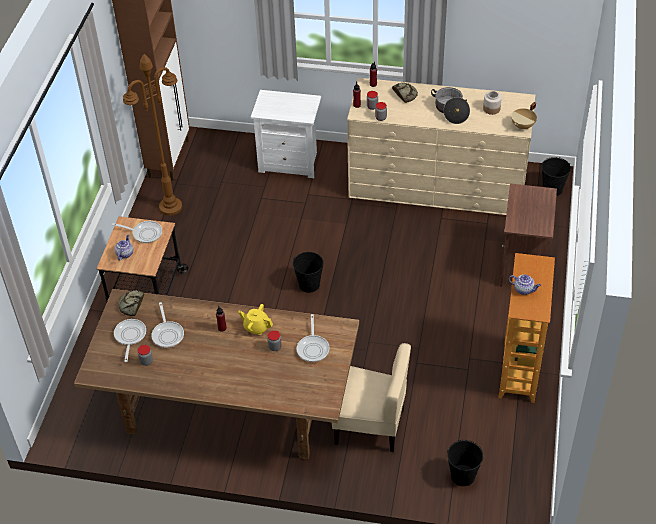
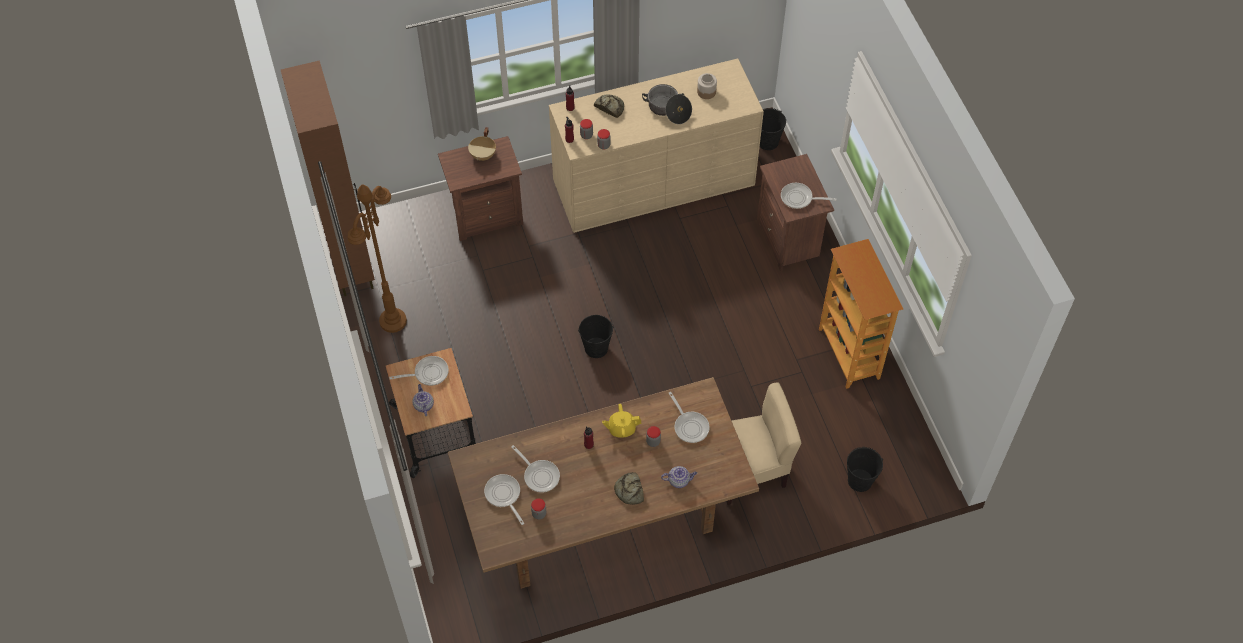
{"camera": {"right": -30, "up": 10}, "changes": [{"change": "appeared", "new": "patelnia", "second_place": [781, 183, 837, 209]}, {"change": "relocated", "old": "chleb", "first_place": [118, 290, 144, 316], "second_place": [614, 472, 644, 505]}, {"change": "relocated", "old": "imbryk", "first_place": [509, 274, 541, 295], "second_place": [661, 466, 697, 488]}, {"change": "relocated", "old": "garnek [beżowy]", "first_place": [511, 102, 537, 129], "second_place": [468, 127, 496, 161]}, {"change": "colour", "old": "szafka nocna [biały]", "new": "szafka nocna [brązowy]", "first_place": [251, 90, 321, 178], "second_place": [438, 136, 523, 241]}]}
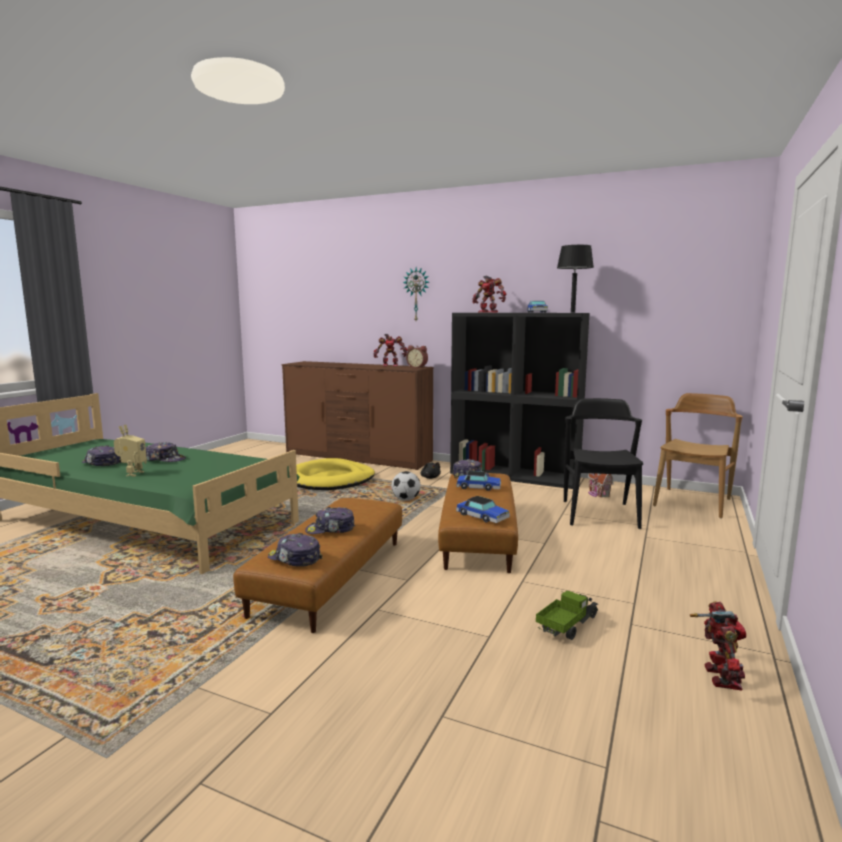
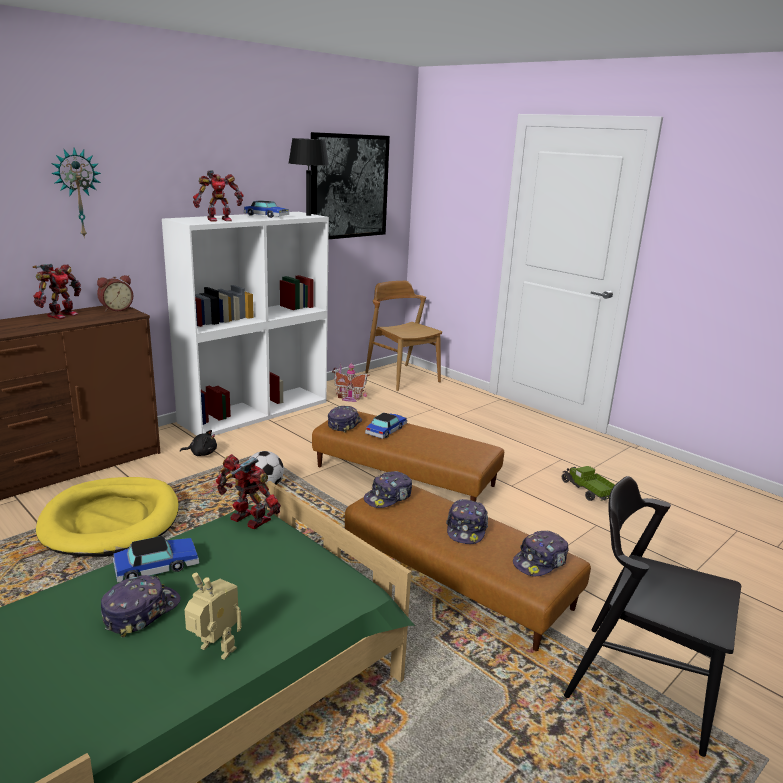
{"camera": {"right": -70, "up": 10}, "changes": [{"change": "appeared", "new": "obraz", "second_place": [311, 132, 390, 239]}, {"change": "relocated", "old": "czapka z daszkiem", "first_place": [81, 445, 122, 466], "second_place": [364, 471, 412, 508]}, {"change": "relocated", "old": "samochodzik", "first_place": [456, 496, 510, 523], "second_place": [113, 536, 199, 582]}, {"change": "relocated", "old": "krzesło [czarny]", "first_place": [564, 398, 643, 529], "second_place": [564, 476, 741, 757]}, {"change": "relocated", "old": "robot zabawkowy", "first_place": [690, 601, 746, 691], "second_place": [216, 454, 281, 529]}, {"change": "colour", "old": "regał [czarny]", "new": "regał [biały]", "first_place": [450, 313, 589, 489], "second_place": [162, 212, 329, 436]}]}
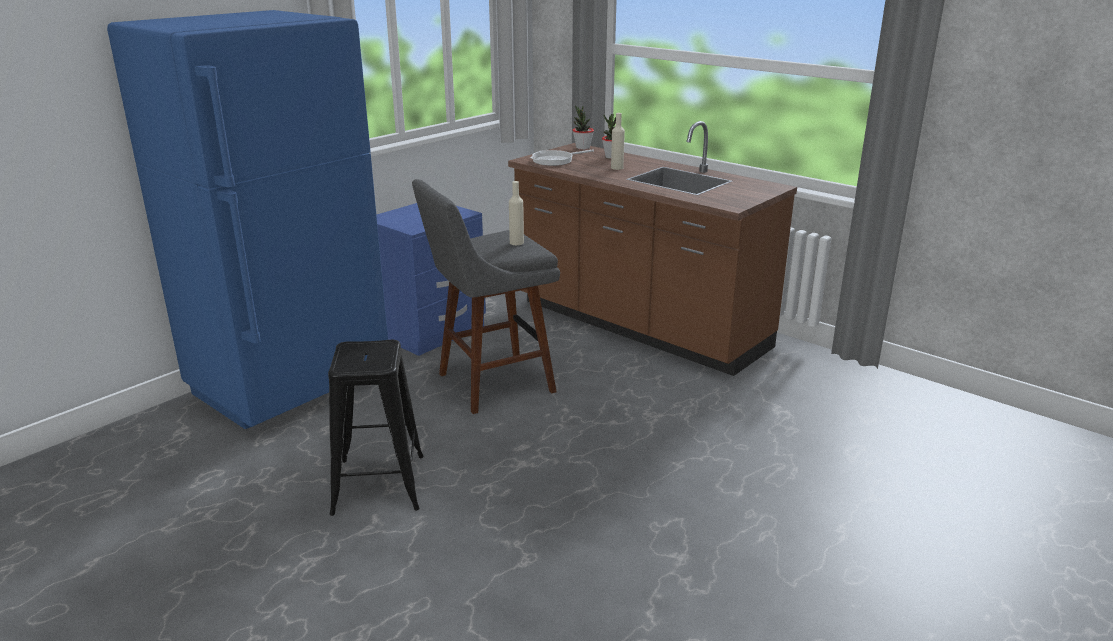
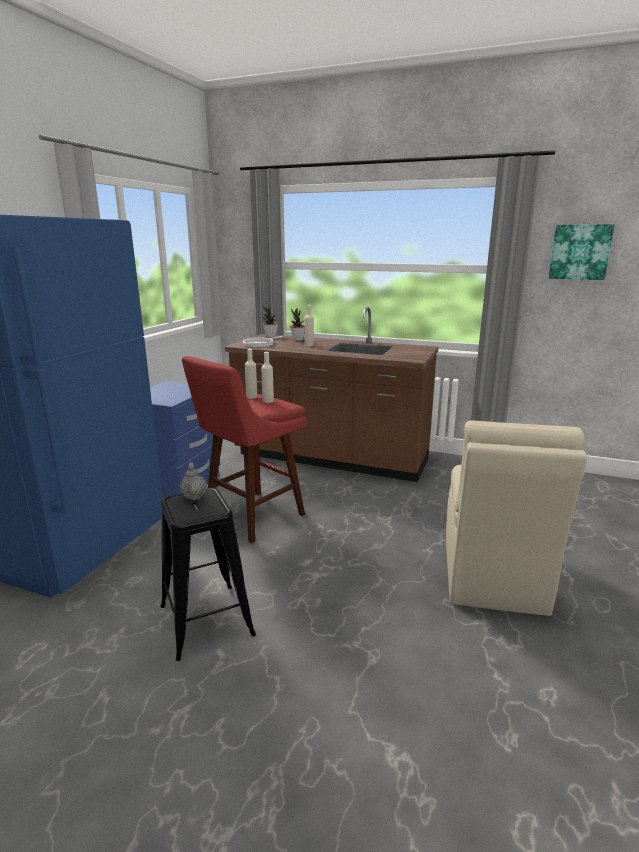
{"camera": {"right": -20, "up": -5}, "changes": [{"change": "appeared", "new": "imbryk [szary]", "second_place": [180, 462, 207, 500]}, {"change": "appeared", "new": "butelka [beżowy]", "second_place": [245, 349, 257, 399]}, {"change": "appeared", "new": "krzesło [beżowy]", "second_place": [446, 420, 588, 616]}, {"change": "appeared", "new": "obraz", "second_place": [548, 224, 615, 280]}, {"change": "colour", "old": "stołek [szary]", "new": "stołek [czerwony]", "first_place": [412, 179, 560, 414], "second_place": [182, 356, 307, 543]}]}
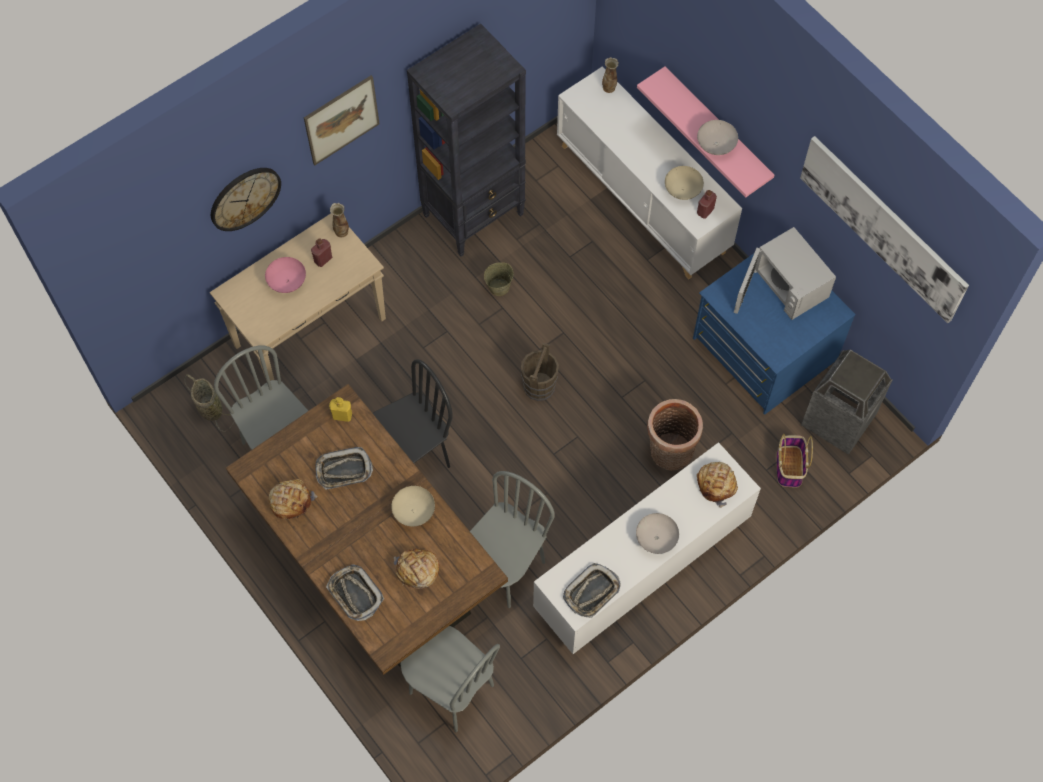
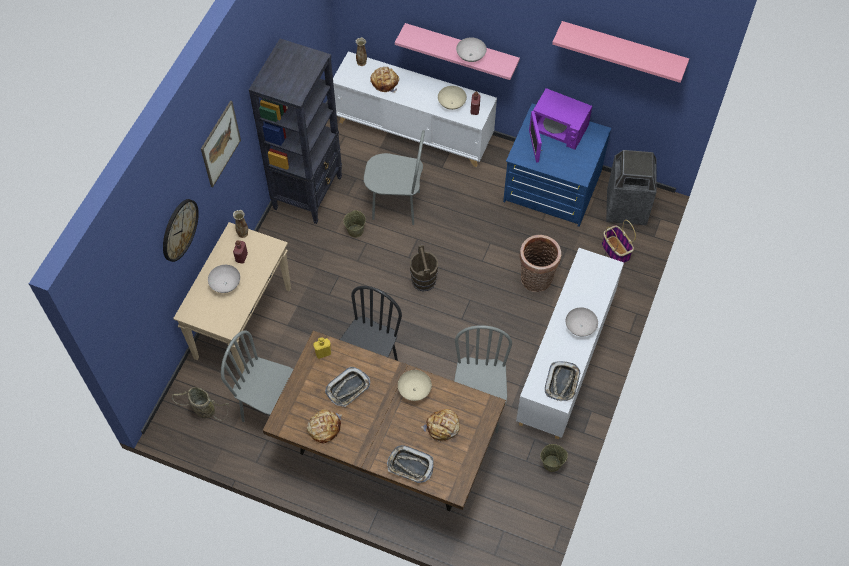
{"camera": {"right": -30, "up": -5}, "changes": [{"change": "appeared", "new": "wiadro [beżowy]", "second_place": [540, 444, 568, 472]}, {"change": "relocated", "old": "krzesło [szary]", "first_place": [400, 626, 500, 732], "second_place": [364, 130, 425, 225]}, {"change": "relocated", "old": "chleb", "first_place": [697, 462, 738, 508], "second_place": [370, 67, 399, 93]}, {"change": "exchanged", "old": "obraz", "new": "półka [różowy]", "first_place": [800, 136, 969, 323], "second_place": [552, 21, 689, 83]}, {"change": "colour", "old": "miska [różowy]", "new": "miska [biały]", "first_place": [265, 257, 306, 293], "second_place": [208, 265, 240, 293]}, {"change": "colour", "old": "mikrofalówka [biały]", "new": "mikrofalówka [fioletowy]", "first_place": [734, 227, 836, 320], "second_place": [529, 88, 592, 163]}]}
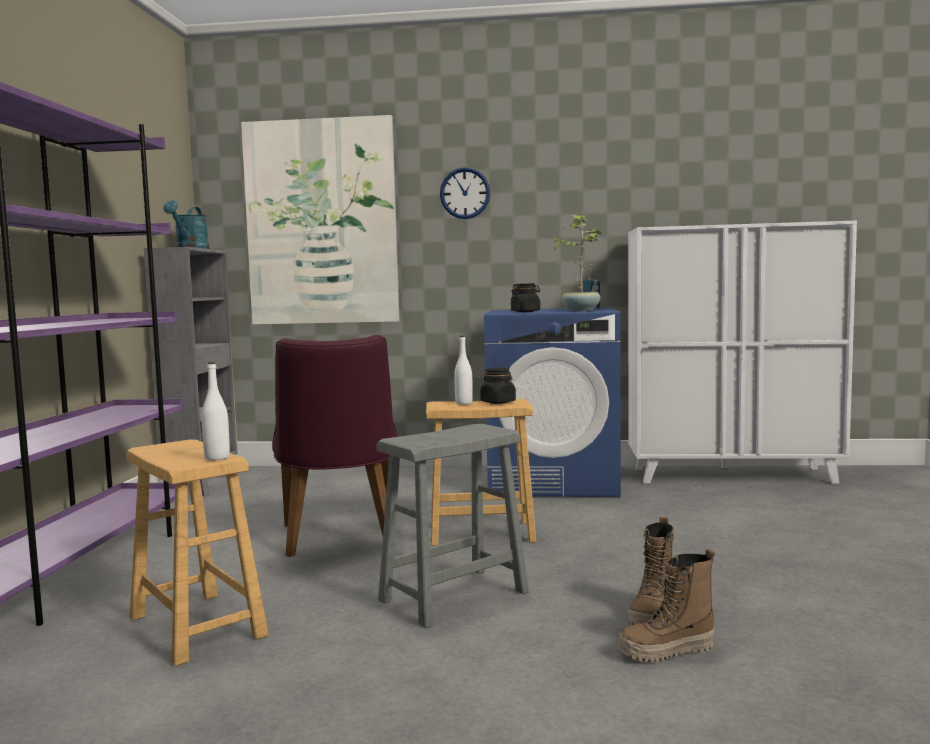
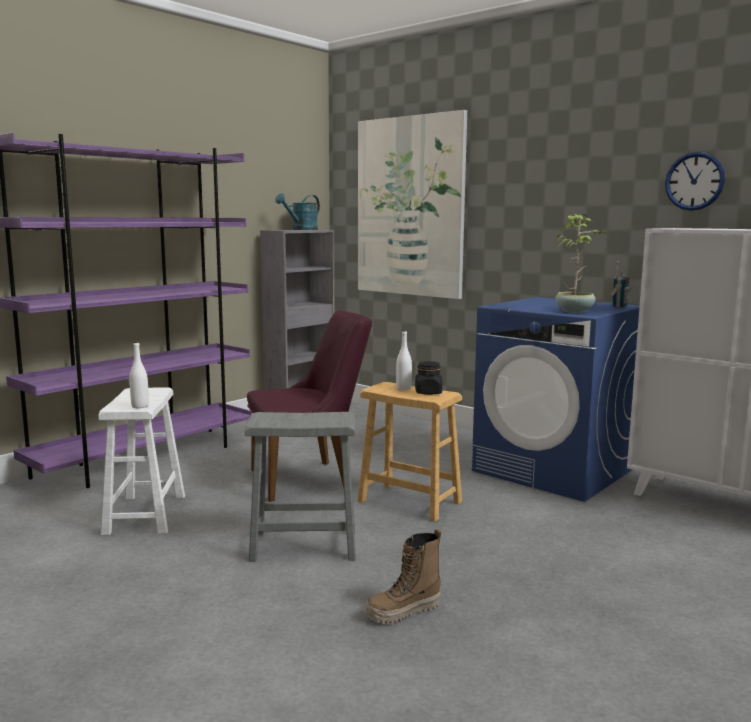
{"camera": {"right": 35, "up": 5}, "changes": [{"change": "missing", "old": "słoik [czarny]", "first_place": [511, 283, 540, 312]}, {"change": "missing", "old": "but z cholewką", "first_place": [619, 549, 715, 662]}, {"change": "relocated", "old": "zegar ścienny", "first_place": [440, 167, 490, 219], "second_place": [665, 152, 725, 211]}, {"change": "colour", "old": "stołek [brązowy]", "new": "stołek [biały]", "first_place": [126, 440, 269, 666], "second_place": [98, 387, 185, 535]}, {"change": "spun", "old": "krzesło [fioletowy]", "first_place": [272, 335, 397, 557], "second_place": [247, 310, 372, 502], "degrees": -135}]}
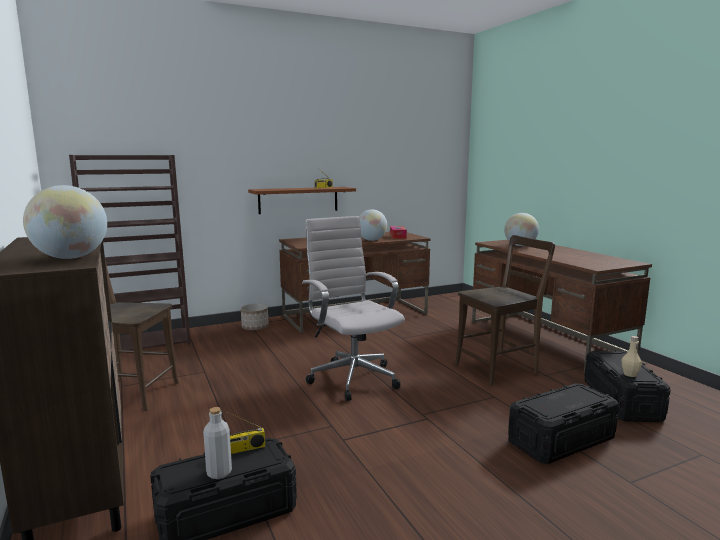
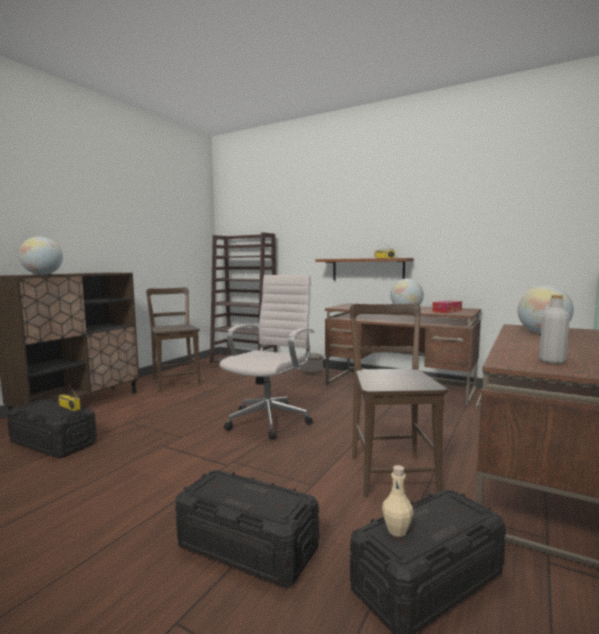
{"camera": {"right": 55, "up": -5}, "changes": [{"change": "relocated", "old": "butelka [szary]", "first_place": [203, 407, 232, 479], "second_place": [539, 295, 570, 364]}, {"change": "spun", "old": "krzesło [brązowy]", "first_place": [455, 235, 555, 386], "second_place": [350, 303, 447, 498], "degrees": -120}]}
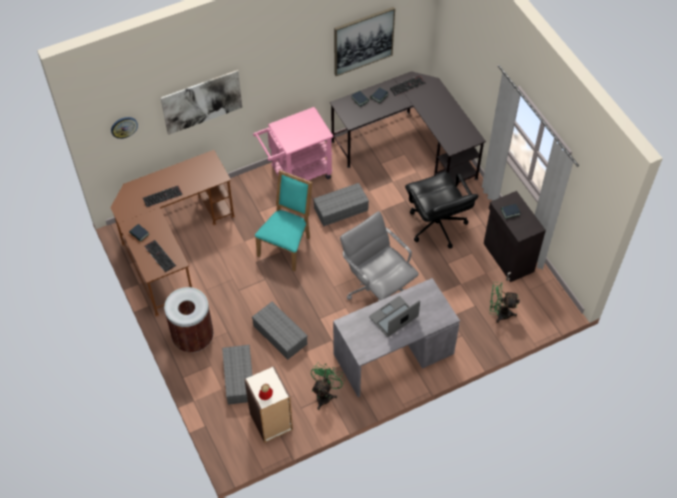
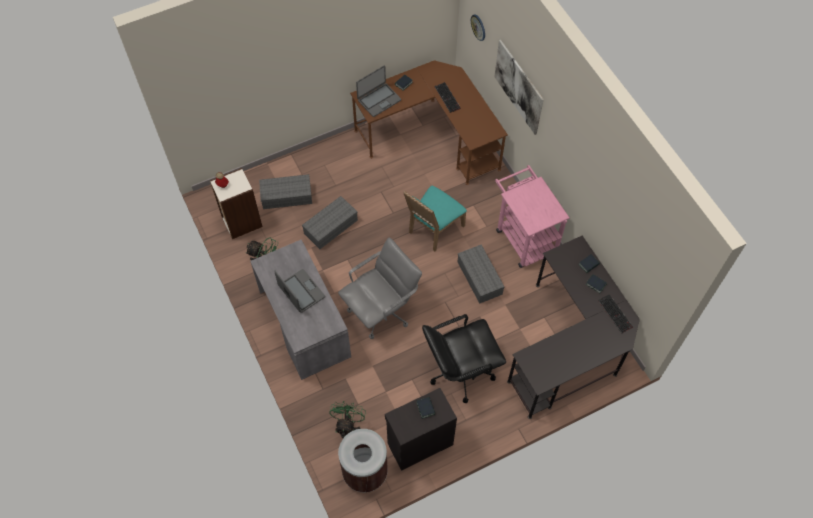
{"camera": {"right": 90, "up": 5}, "changes": [{"change": "missing", "old": "obraz", "first_place": [334, 7, 395, 76]}, {"change": "relocated", "old": "kosz na śmieci [brązowy]", "first_place": [164, 287, 214, 352], "second_place": [338, 429, 388, 493]}, {"change": "exchanged", "old": "klawiatura", "new": "laptop", "first_place": [144, 240, 176, 272], "second_place": [356, 65, 401, 117]}, {"change": "spun", "old": "krzesło [turkusowy]", "first_place": [255, 170, 312, 271], "second_place": [403, 186, 467, 251], "degrees": 105}]}
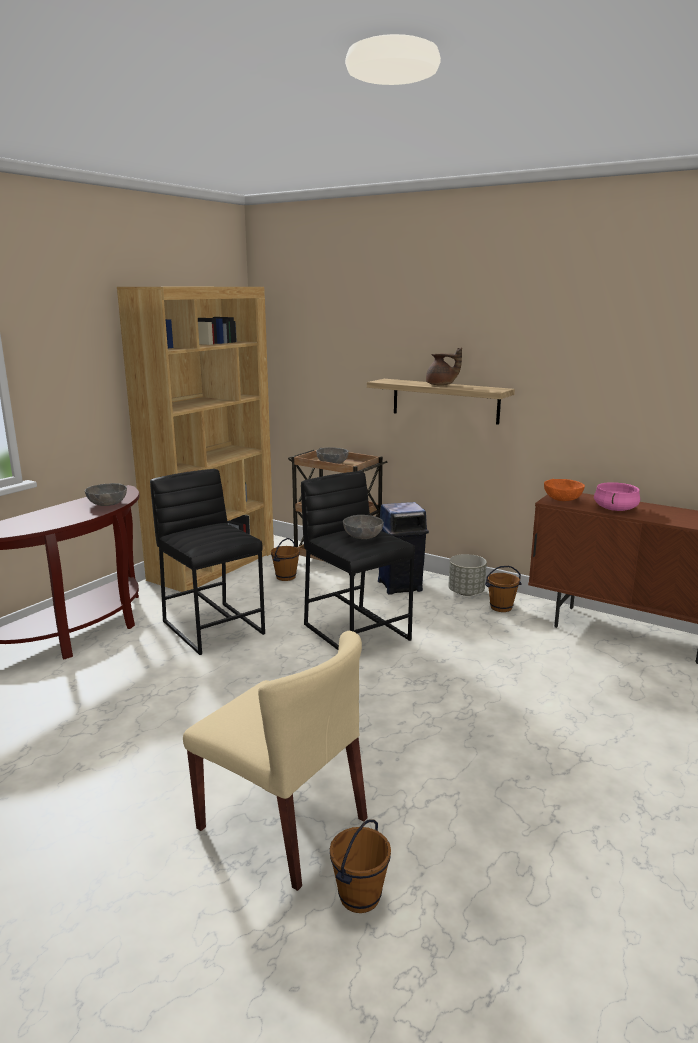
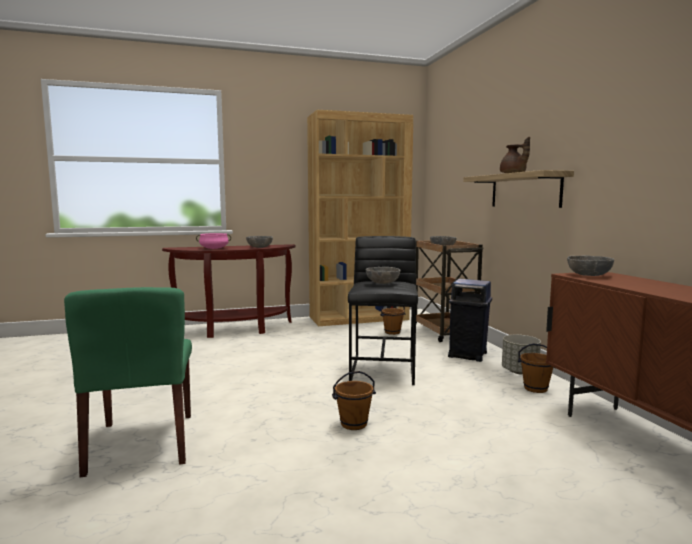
{"camera": {"right": 40, "up": -10}, "changes": [{"change": "missing", "old": "stołek [czarny]", "first_place": [150, 469, 265, 655]}, {"change": "relocated", "old": "wiadro [brązowy]", "first_place": [330, 820, 391, 913], "second_place": [332, 371, 376, 430]}, {"change": "relocated", "old": "garnek [różowy]", "first_place": [594, 482, 640, 511], "second_place": [196, 233, 231, 249]}, {"change": "colour", "old": "krzesło [beżowy]", "new": "krzesło [zielony]", "first_place": [183, 631, 368, 891], "second_place": [64, 287, 192, 477]}, {"change": "colour", "old": "miska [pomarańczowy]", "new": "miska [szary]", "first_place": [544, 479, 585, 501], "second_place": [567, 255, 614, 276]}]}
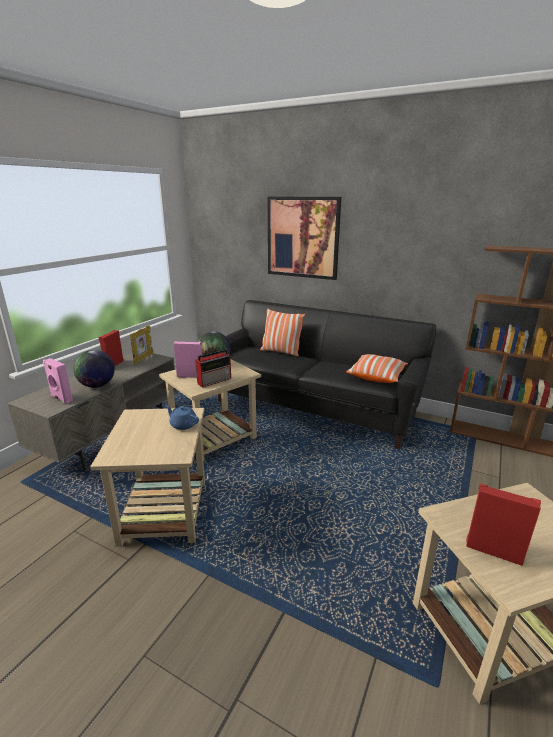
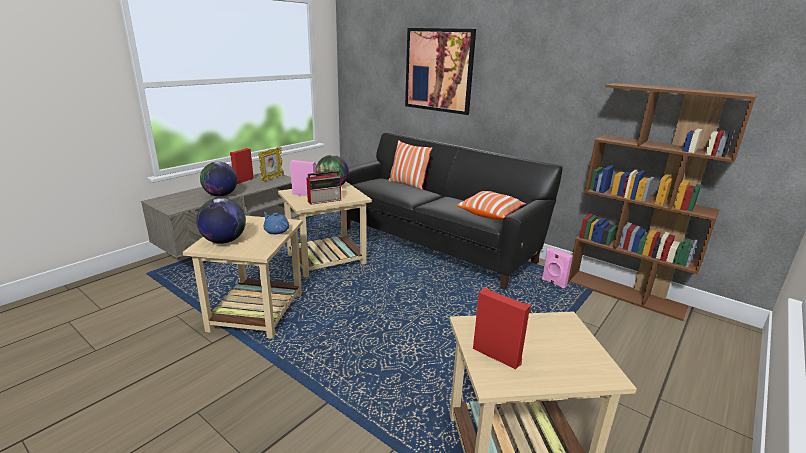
{"camera": {"right": 10, "up": 0}, "changes": [{"change": "appeared", "new": "globus", "second_place": [196, 198, 246, 244]}, {"change": "relocated", "old": "głośnik [różowy]", "first_place": [43, 358, 73, 404], "second_place": [542, 248, 573, 288]}]}
